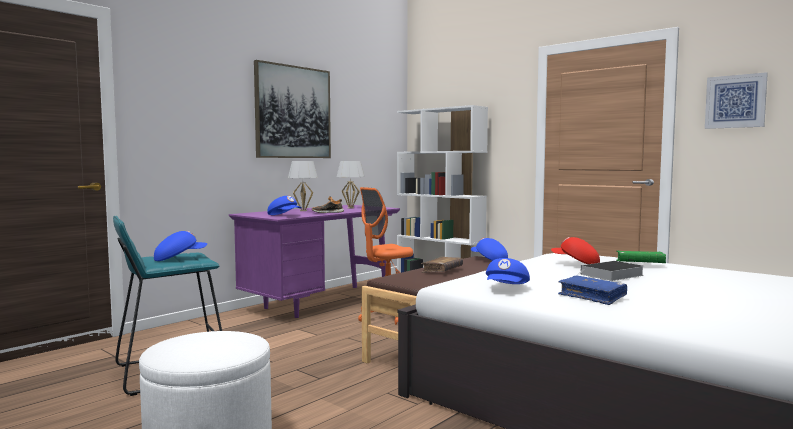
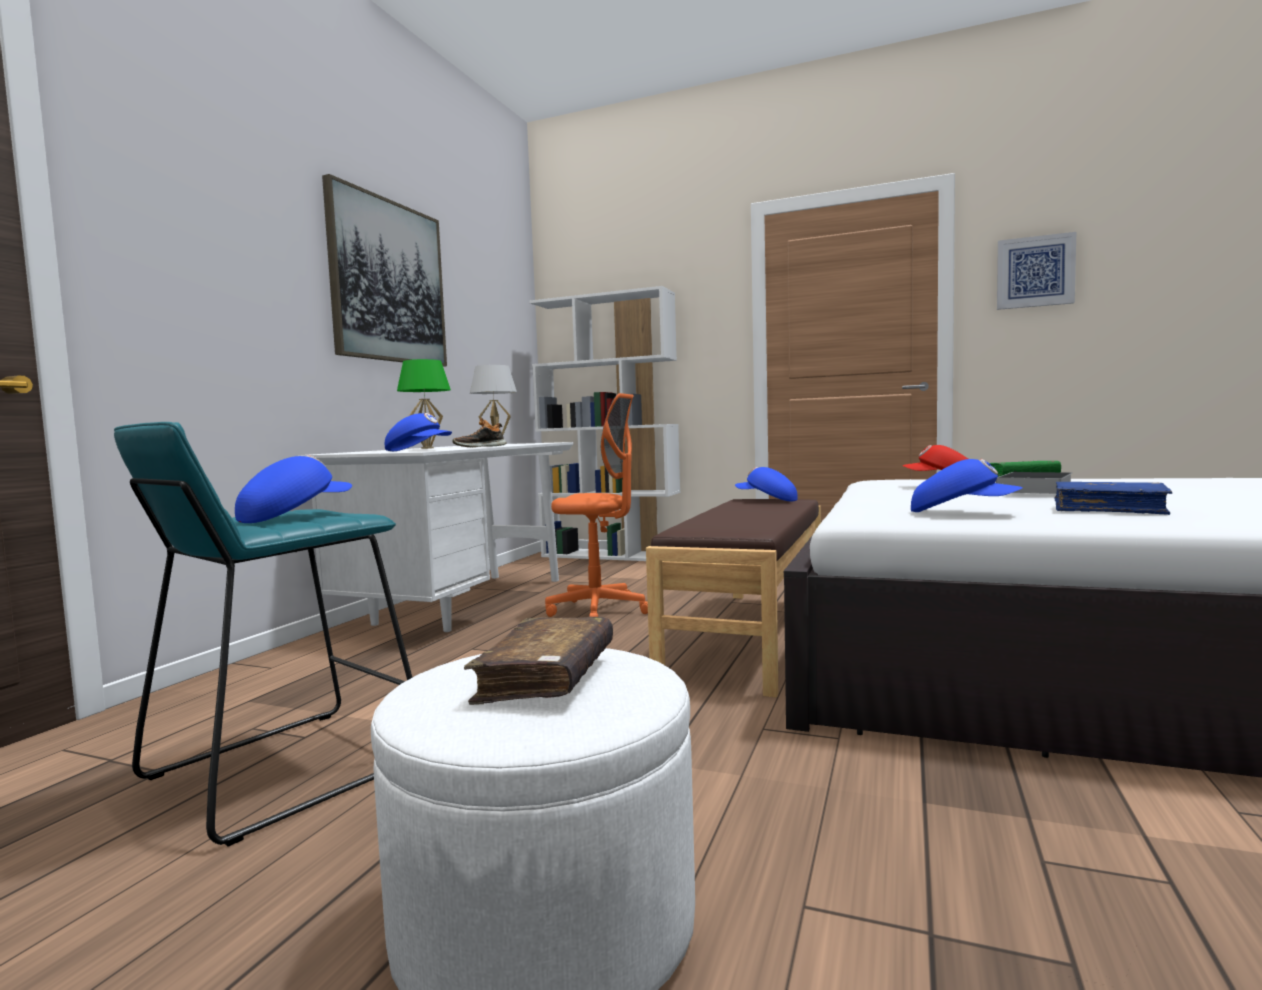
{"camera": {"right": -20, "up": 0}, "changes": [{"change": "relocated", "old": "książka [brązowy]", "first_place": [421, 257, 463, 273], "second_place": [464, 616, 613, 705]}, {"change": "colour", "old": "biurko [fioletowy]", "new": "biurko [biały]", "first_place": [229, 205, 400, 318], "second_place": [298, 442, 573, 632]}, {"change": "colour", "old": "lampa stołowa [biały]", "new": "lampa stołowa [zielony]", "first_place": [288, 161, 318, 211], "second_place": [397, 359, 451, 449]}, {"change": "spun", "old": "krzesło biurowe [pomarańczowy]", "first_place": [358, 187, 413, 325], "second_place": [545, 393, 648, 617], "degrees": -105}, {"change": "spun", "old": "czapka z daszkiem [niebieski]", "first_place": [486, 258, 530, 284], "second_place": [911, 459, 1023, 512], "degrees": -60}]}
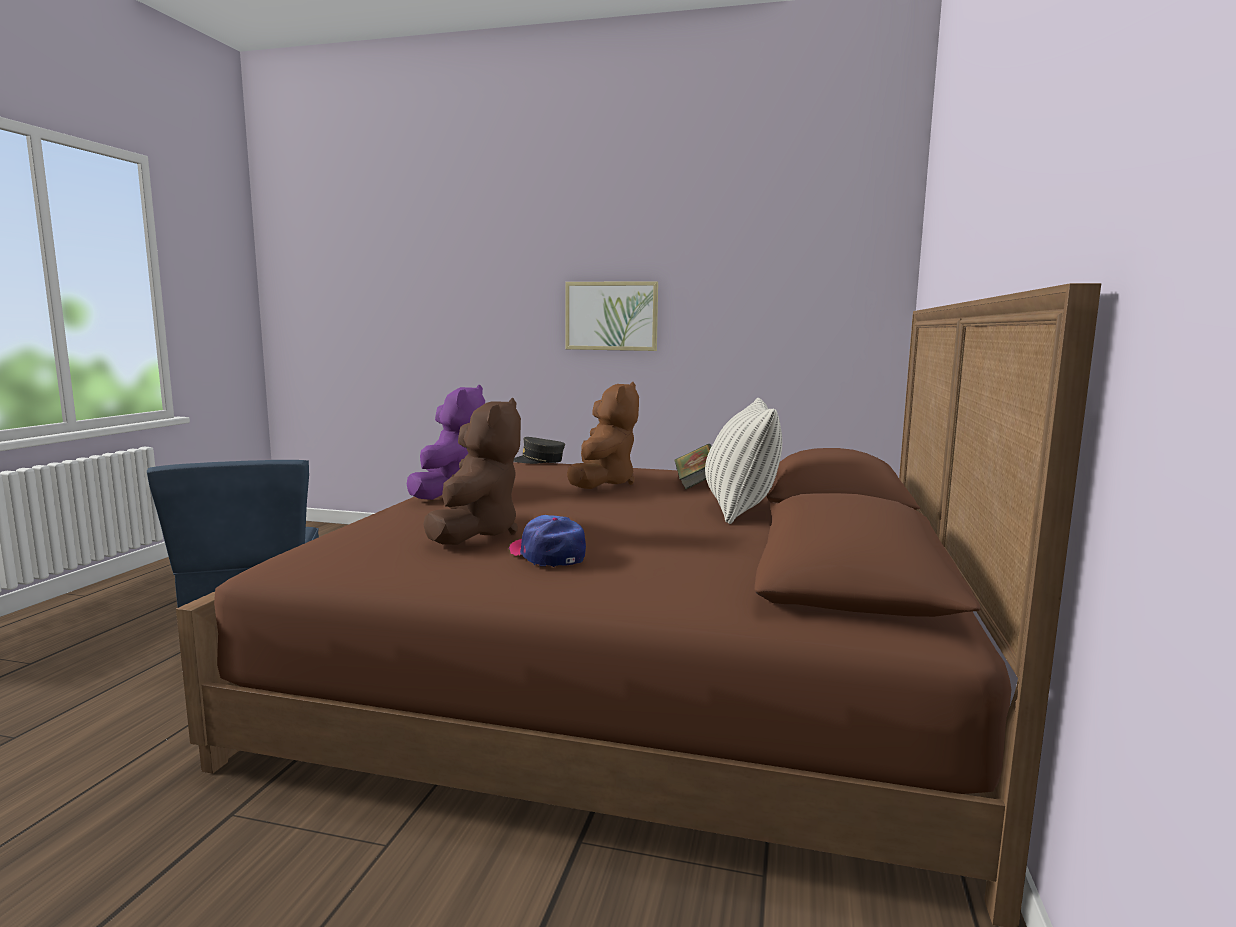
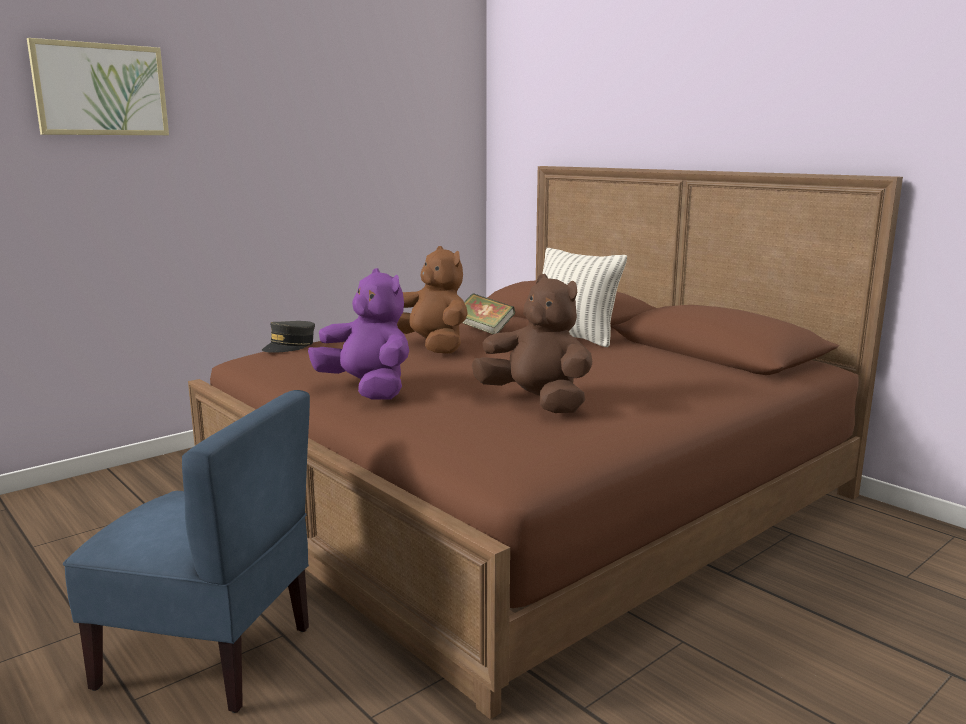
{"camera": {"right": -55, "up": 5}, "changes": [{"change": "missing", "old": "czapka z daszkiem", "first_place": [508, 515, 586, 567]}, {"change": "relocated", "old": "obraz", "first_place": [565, 281, 658, 351], "second_place": [27, 38, 169, 135]}]}
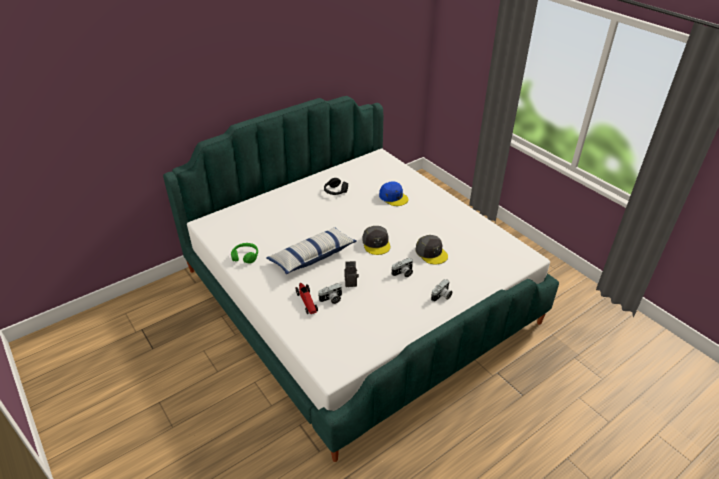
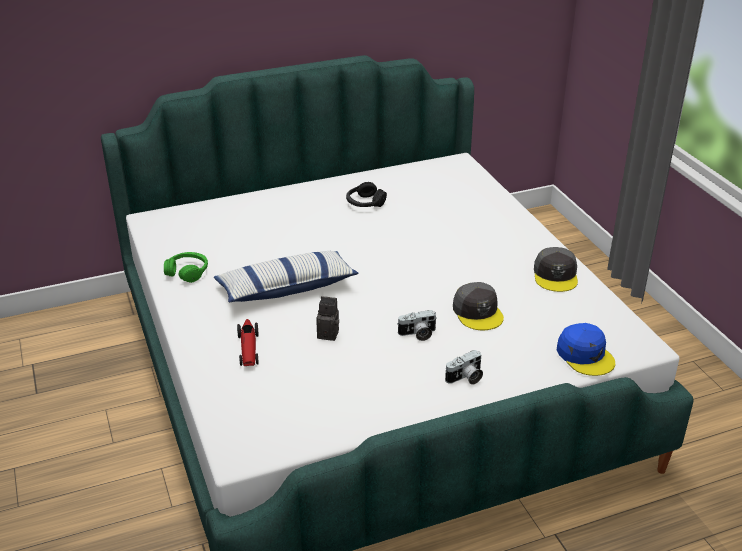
{"camera": {"right": 15, "up": -5}, "changes": [{"change": "missing", "old": "aparat fotograficzny", "first_place": [318, 283, 342, 304]}, {"change": "relocated", "old": "czapka z daszkiem [szary]", "first_place": [362, 226, 390, 255], "second_place": [534, 247, 578, 292]}, {"change": "relocated", "old": "czapka z daszkiem [niebieski]", "first_place": [379, 181, 409, 206], "second_place": [557, 323, 615, 376]}]}
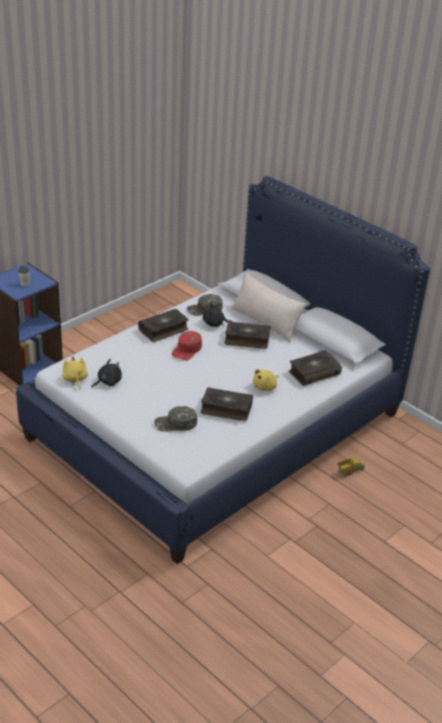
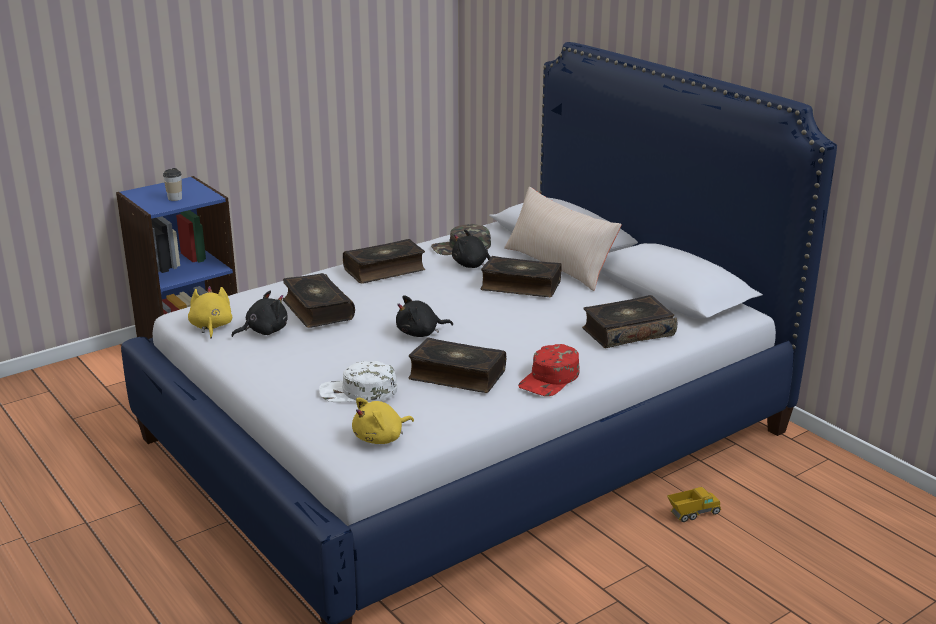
{"camera": {"right": 10, "up": -10}, "changes": [{"change": "appeared", "new": "książka", "second_place": [283, 273, 355, 328]}, {"change": "appeared", "new": "pluszak [czarny]", "second_place": [396, 295, 453, 337]}, {"change": "relocated", "old": "czapka z daszkiem [czerwony]", "first_place": [172, 331, 202, 360], "second_place": [518, 344, 580, 396]}, {"change": "relocated", "old": "pluszak [żółty]", "first_place": [253, 369, 279, 391], "second_place": [352, 398, 414, 444]}, {"change": "colour", "old": "czapka z daszkiem [zielony]", "new": "czapka z daszkiem [biały]", "first_place": [154, 406, 197, 432], "second_place": [319, 361, 397, 402]}]}
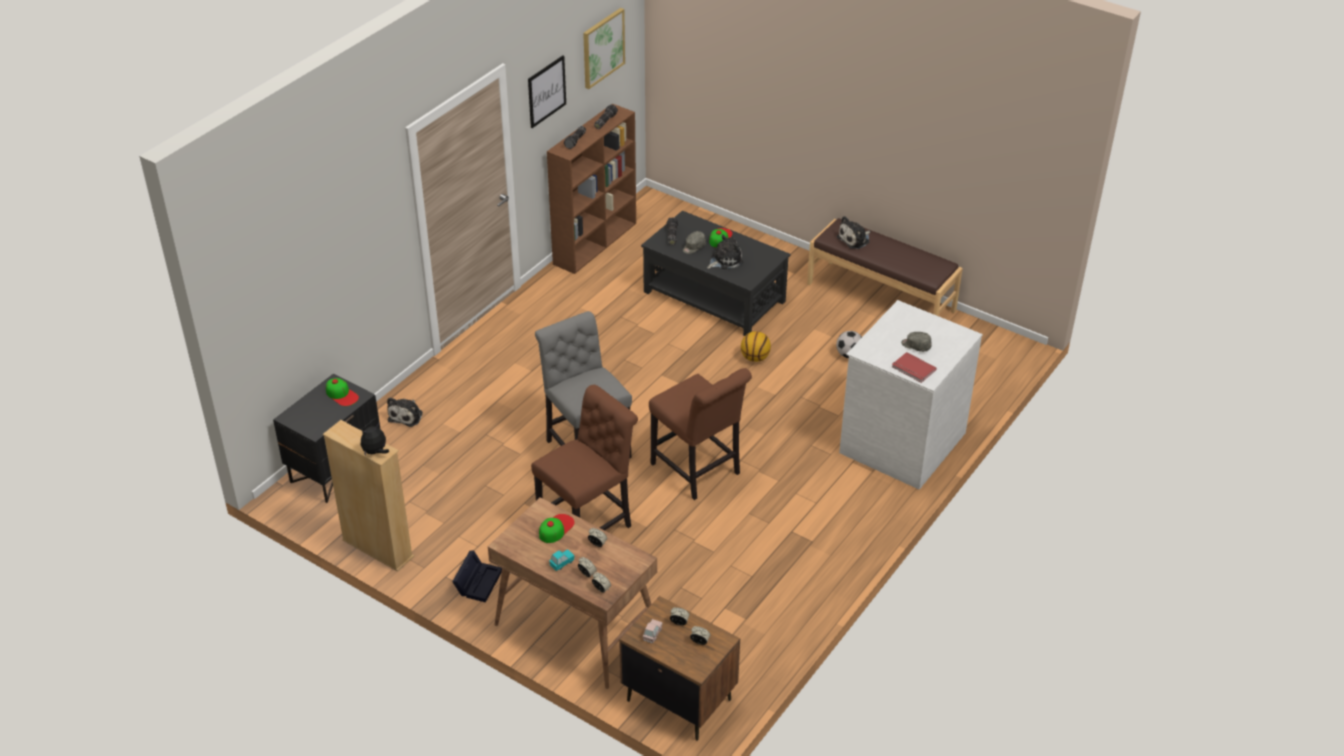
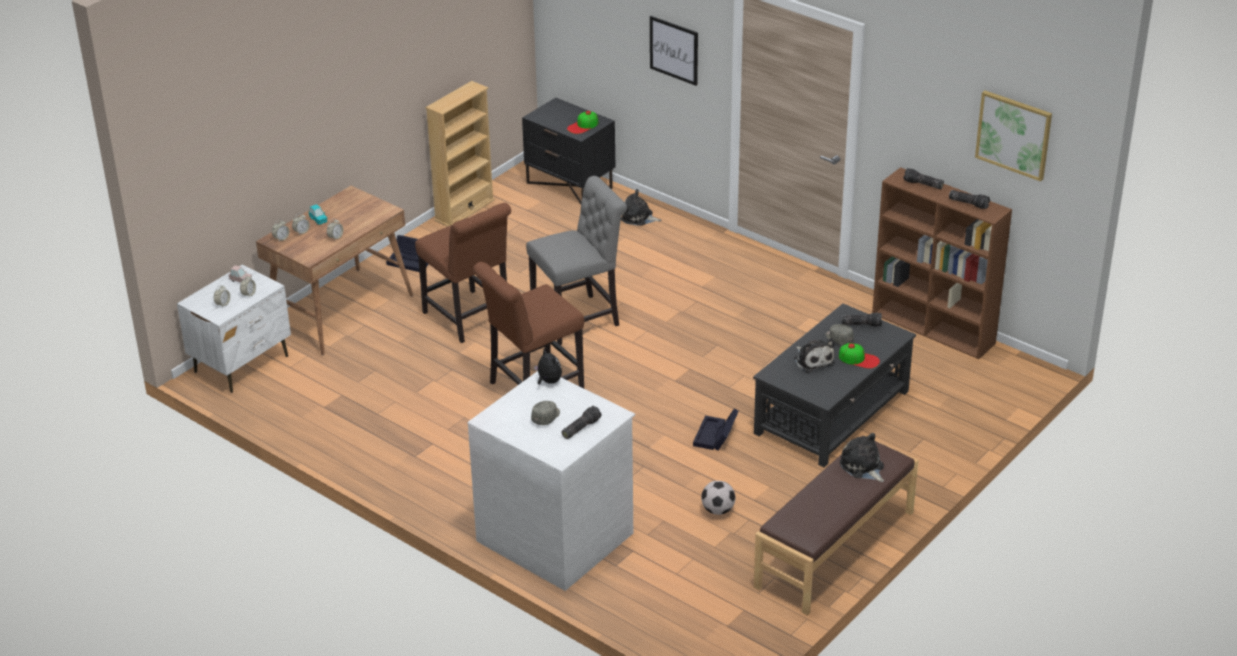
{"camera": {"right": 95, "up": -5}, "changes": [{"change": "missing", "old": "czapka z daszkiem", "first_place": [539, 514, 575, 543]}, {"change": "missing", "old": "książka [czerwony]", "first_place": [892, 352, 937, 383]}, {"change": "appeared", "new": "latarka", "second_place": [561, 406, 602, 439]}, {"change": "relocated", "old": "pluszak", "first_place": [361, 423, 389, 456], "second_place": [534, 349, 562, 384]}, {"change": "relocated", "old": "obraz", "first_place": [528, 55, 566, 128], "second_place": [650, 16, 698, 86]}, {"change": "exchanged", "old": "piłka do koszykówki", "new": "pojemnik do przechowywania [czarny]", "first_place": [741, 331, 771, 362], "second_place": [693, 409, 739, 450]}, {"change": "colour", "old": "szafka nocna [brązowy]", "new": "szafka nocna [biały]", "first_place": [619, 596, 740, 741], "second_place": [177, 264, 291, 393]}]}
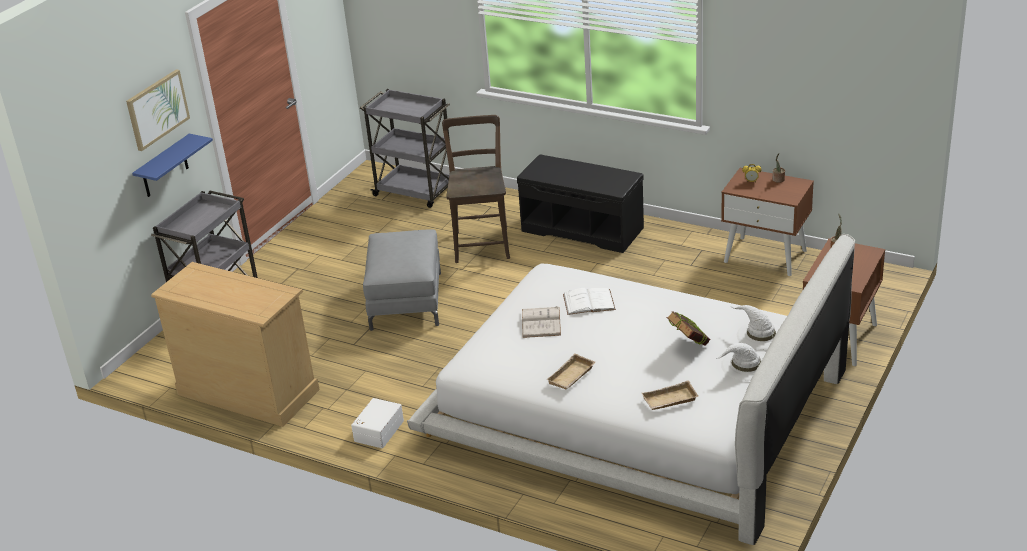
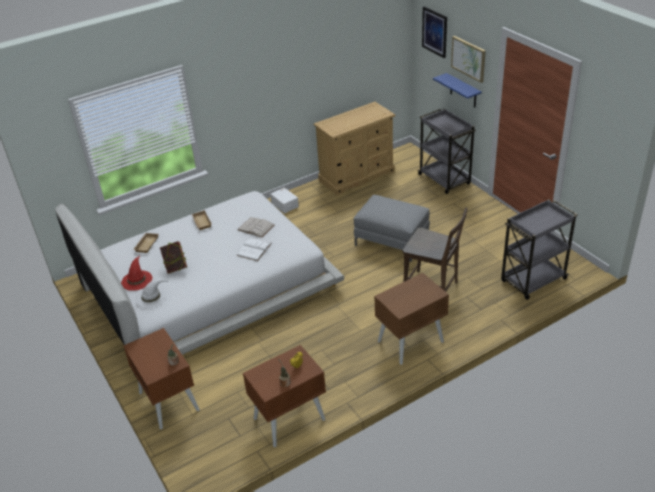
{"camera": {"right": 120, "up": 5}, "changes": [{"change": "appeared", "new": "obraz", "second_place": [422, 6, 447, 58]}, {"change": "exchanged", "old": "ławka [czarny]", "new": "szafka nocna [brązowy]", "first_place": [517, 154, 644, 253], "second_place": [374, 273, 449, 365]}, {"change": "colour", "old": "kapelusz [biały]", "new": "kapelusz [czerwony]", "first_place": [717, 343, 764, 381], "second_place": [121, 255, 152, 291]}]}
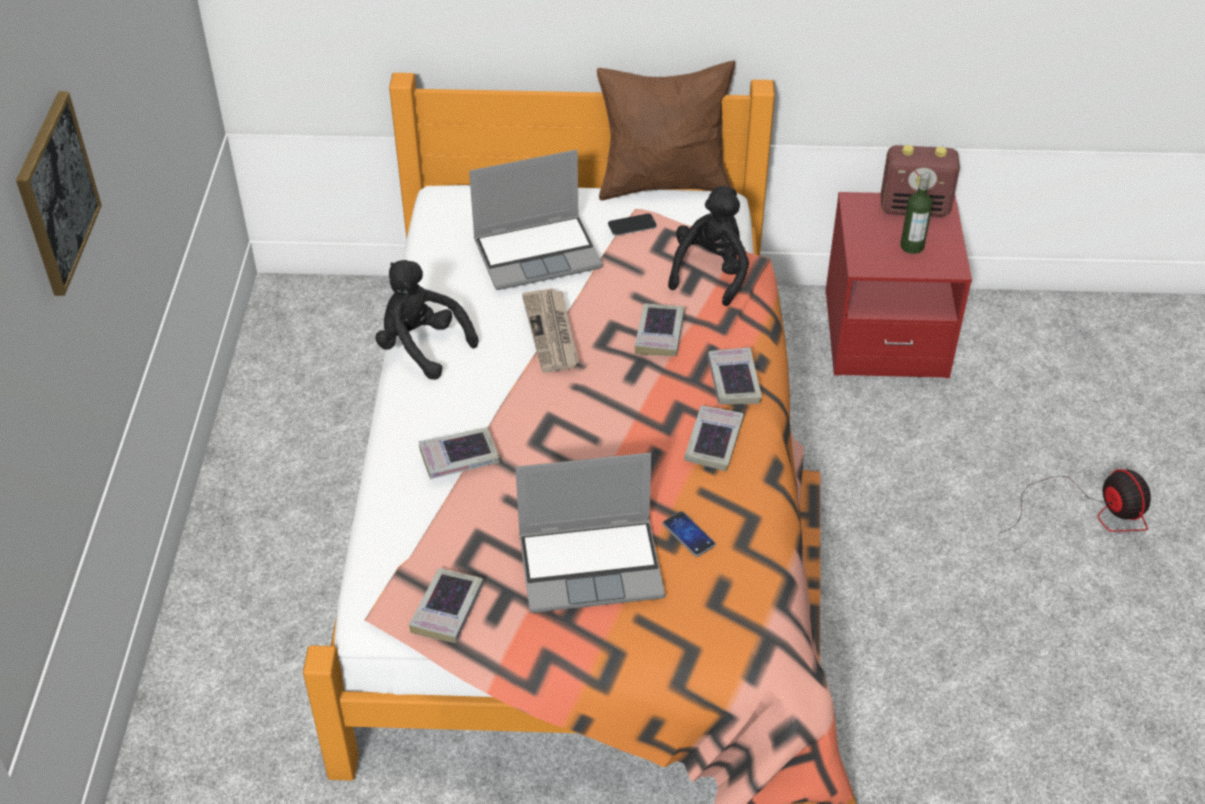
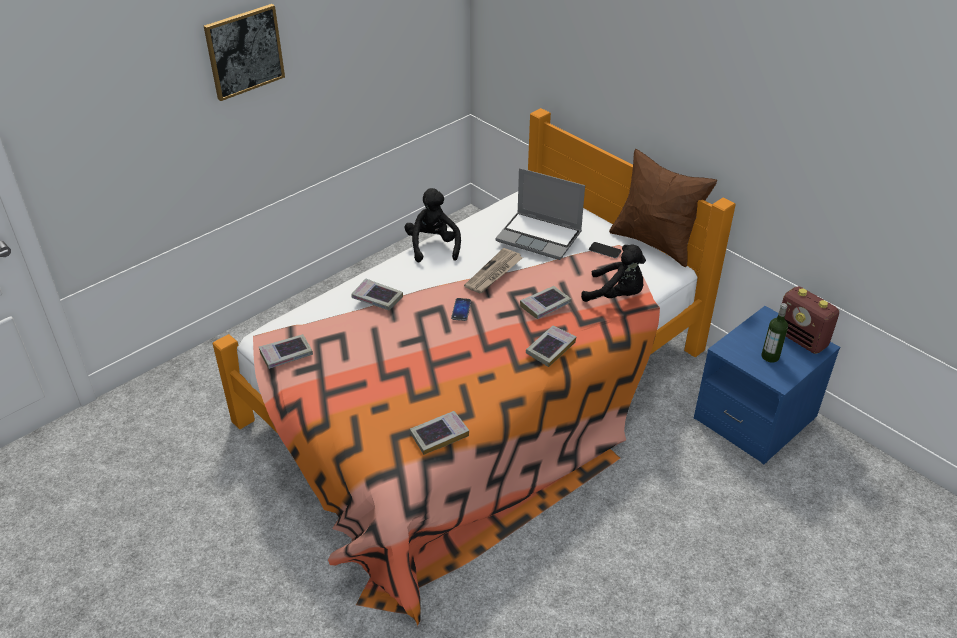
{"camera": {"right": 45, "up": -5}, "changes": [{"change": "missing", "old": "laptop", "first_place": [515, 453, 665, 613]}, {"change": "missing", "old": "wentylator", "first_place": [998, 469, 1151, 534]}, {"change": "relocated", "old": "telefon", "first_place": [662, 511, 716, 557], "second_place": [451, 298, 471, 321]}, {"change": "relocated", "old": "książka", "first_place": [684, 406, 744, 472], "second_place": [410, 411, 469, 455]}, {"change": "colour", "old": "szafka nocna [czerwony]", "new": "szafka nocna [niebieski]", "first_place": [826, 192, 972, 378], "second_place": [694, 306, 840, 464]}, {"change": "spun", "old": "pluszak [czarny]", "first_place": [668, 186, 749, 306], "second_place": [581, 245, 646, 302], "degrees": 45}]}
